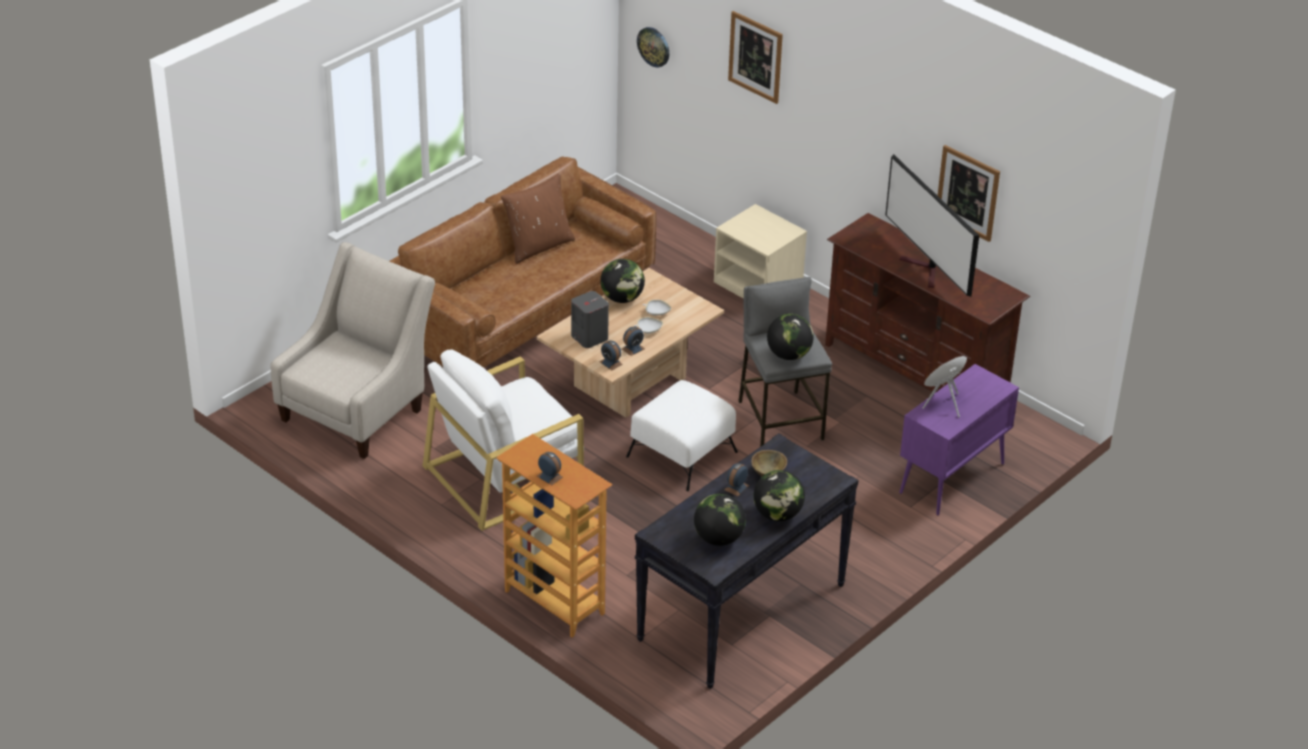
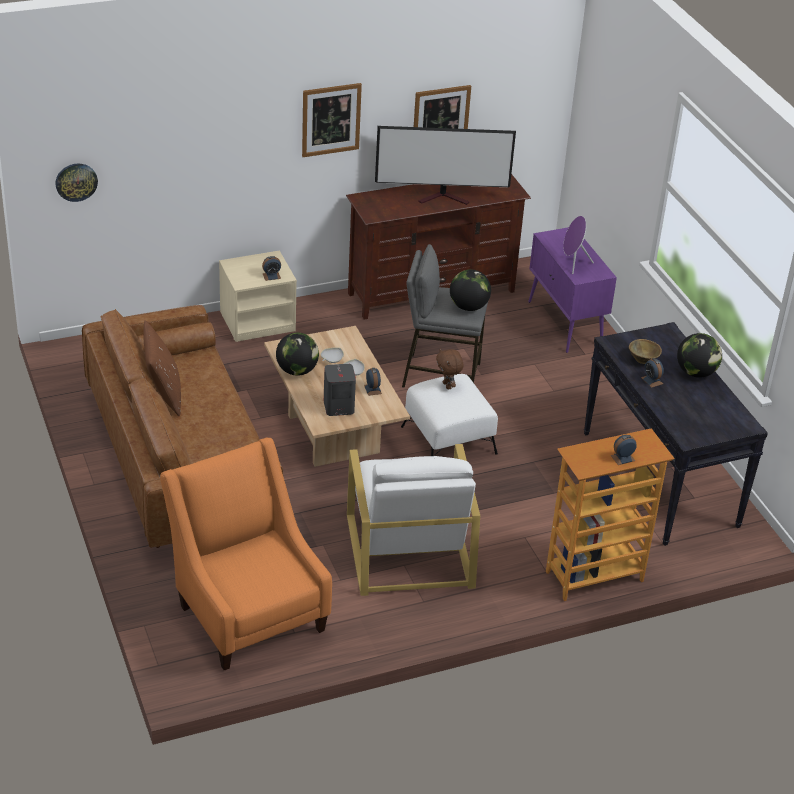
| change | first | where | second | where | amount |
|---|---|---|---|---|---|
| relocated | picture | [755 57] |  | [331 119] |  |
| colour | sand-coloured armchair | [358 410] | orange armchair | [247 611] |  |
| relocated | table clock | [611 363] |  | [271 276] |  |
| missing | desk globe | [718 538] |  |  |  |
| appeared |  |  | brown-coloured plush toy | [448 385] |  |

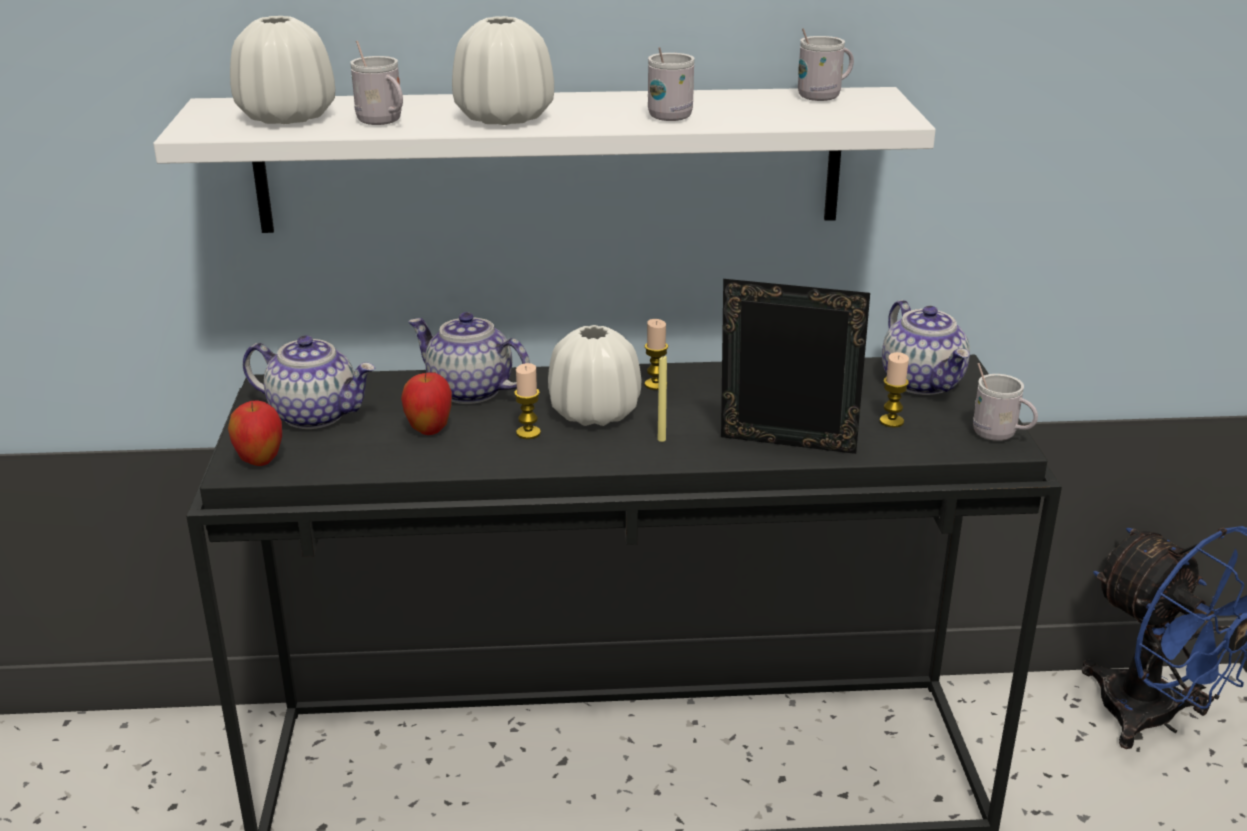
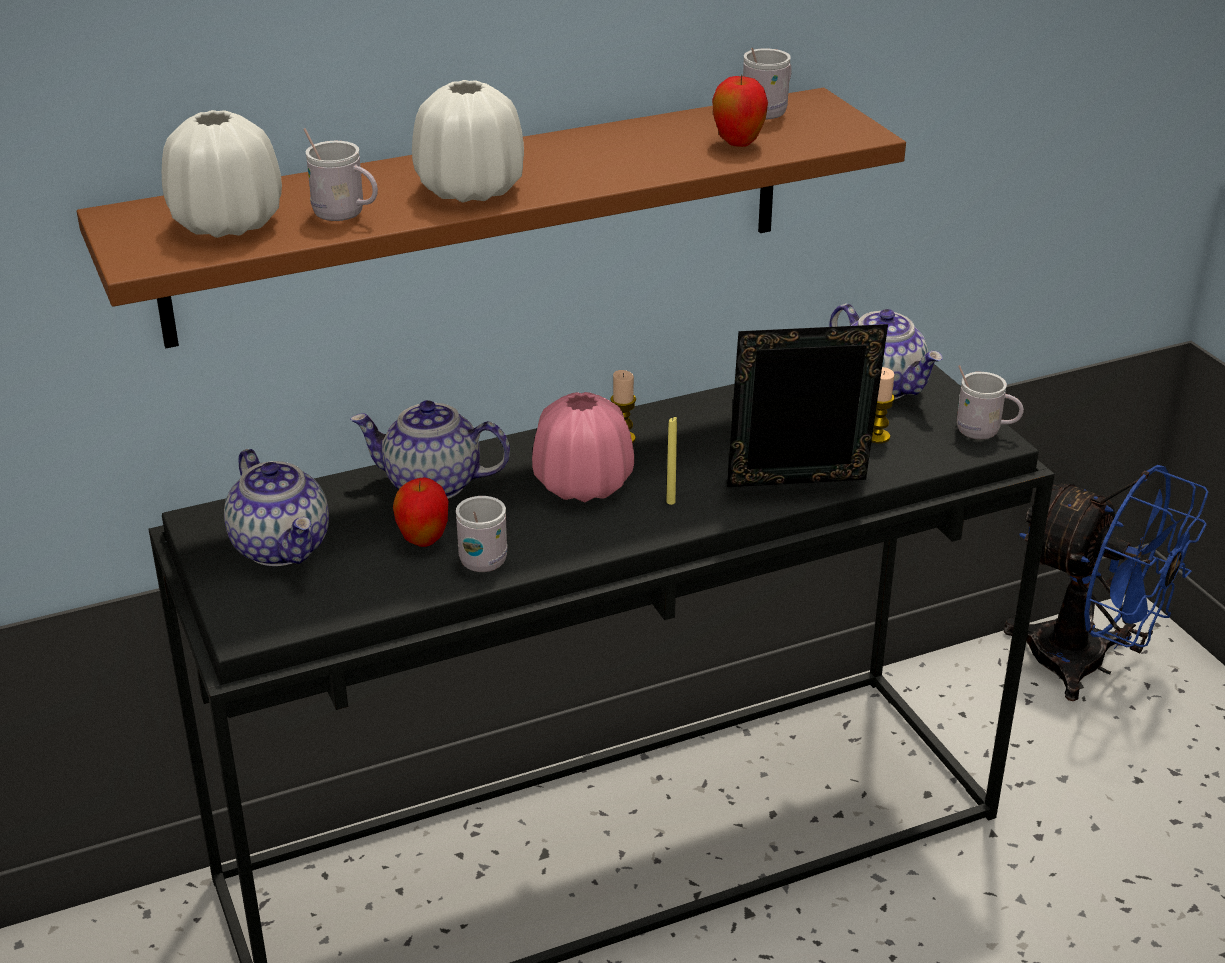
| change | first | where | second | where | amount |
|---|---|---|---|---|---|
| relocated | white mug | [673 115] |  | [485 557] |  |
| colour | white shelf | [550 160] | brown-coloured shelf | [482 215] |  |
| colour | white flower vase | [594 413] | pink-coloured flower vase | [582 485] |  |
| spun | pot for tea | [315 414] |  | [283 547] | 60 degrees clockwise |
| missing | candle | [528 433] |  |  |  |
| relocated | apple | [260 461] |  | [738 144] |  |

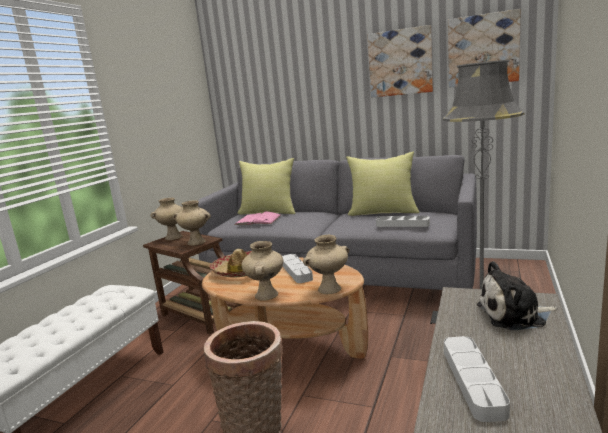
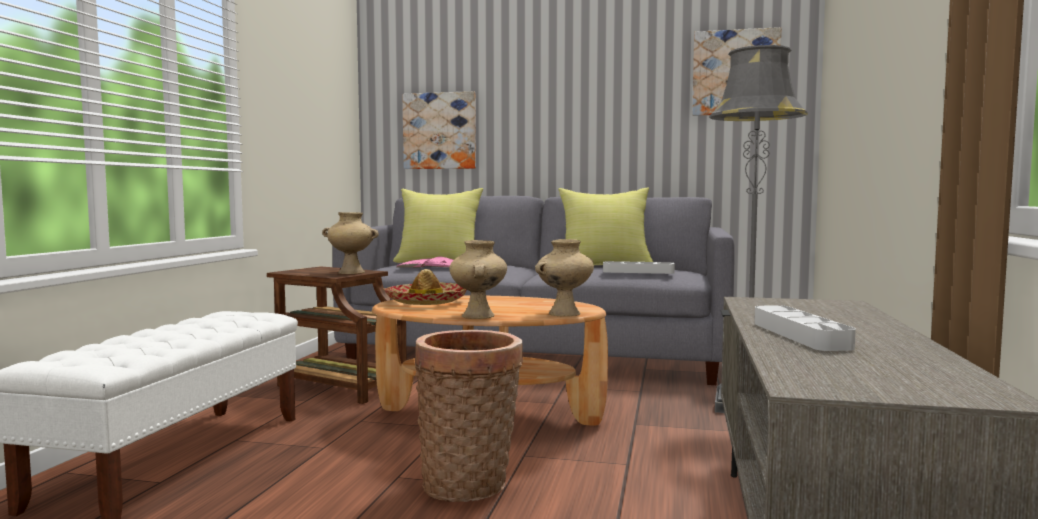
| change | first | where | second | where | amount |
|---|---|---|---|---|---|
| relocated | picture | [400 62] |  | [440 131] |  |
| missing | sand-coloured flower vase | [174 237] |  |  |  |
| missing | gray serving tray | [296 271] |  |  |  |
| missing | plush toy | [514 315] |  |  |  |

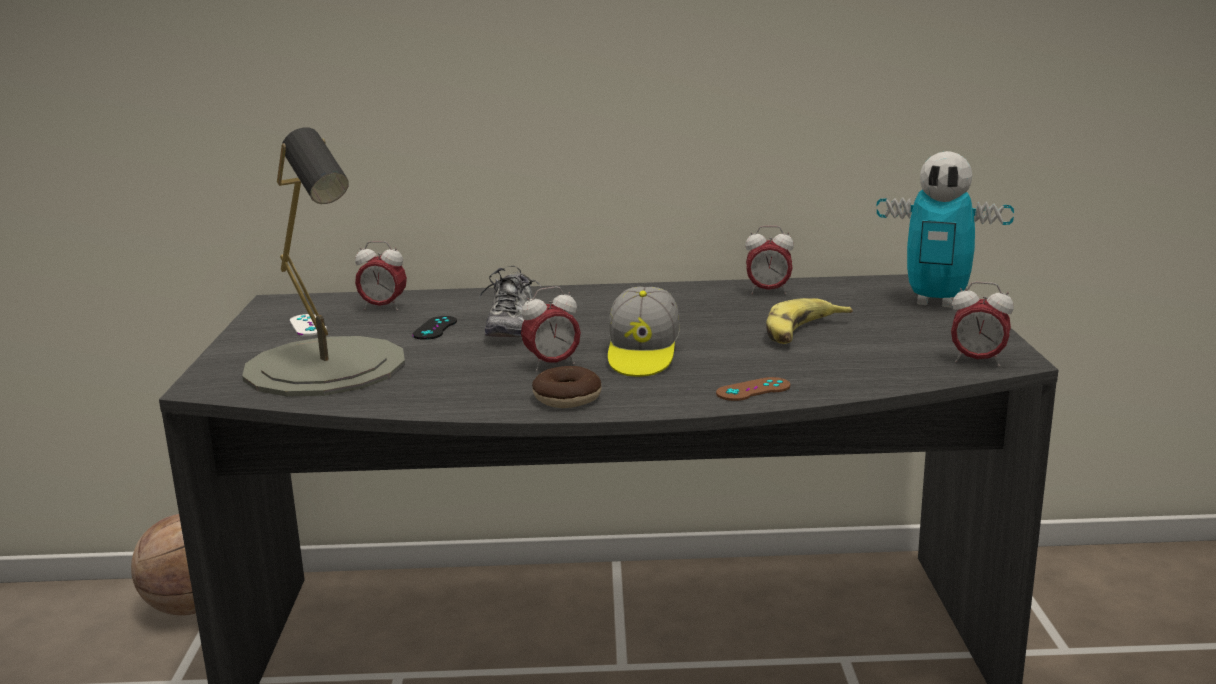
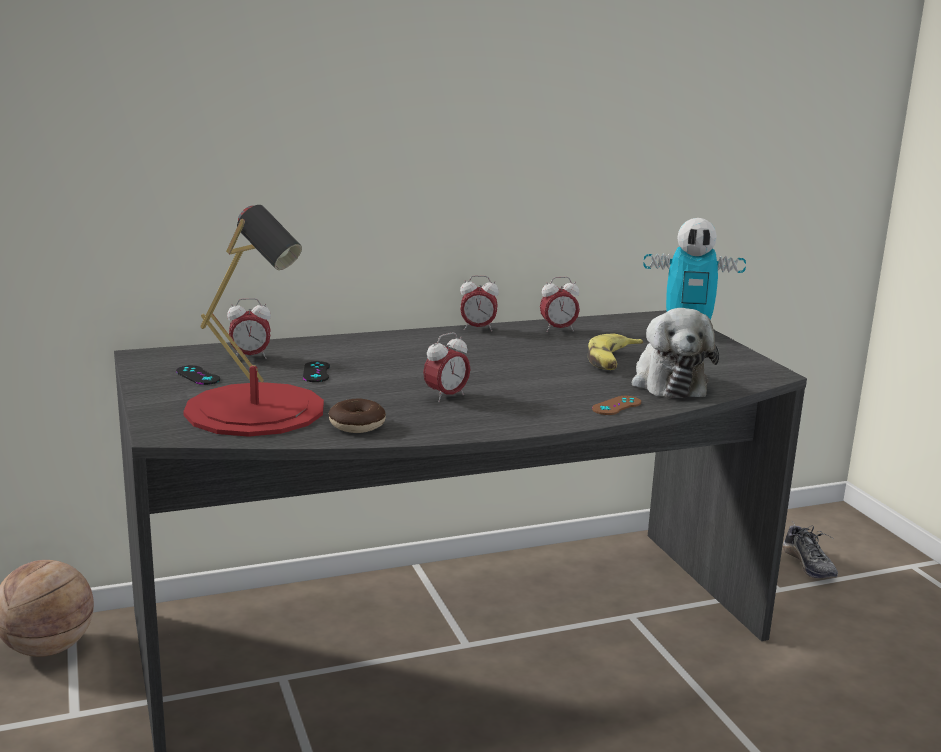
| change | first | where | second | where | amount |
|---|---|---|---|---|---|
| colour | gray tabletop lamp | [326 366] | red tabletop lamp | [255 409] |  |
| relocated | shoe | [513 326] |  | [809 565] |  |
| relocated | table clock | [977 361] |  | [478 329] |  |
| missing | cap | [643 355] |  |  |  |
| colour | white gamepad | [308 325] | black-coloured gamepad | [198 375] |  |
| relocated | donut | [567 398] |  | [357 425] |  |
| appeared |  |  | plush toy | [668 382] |  |

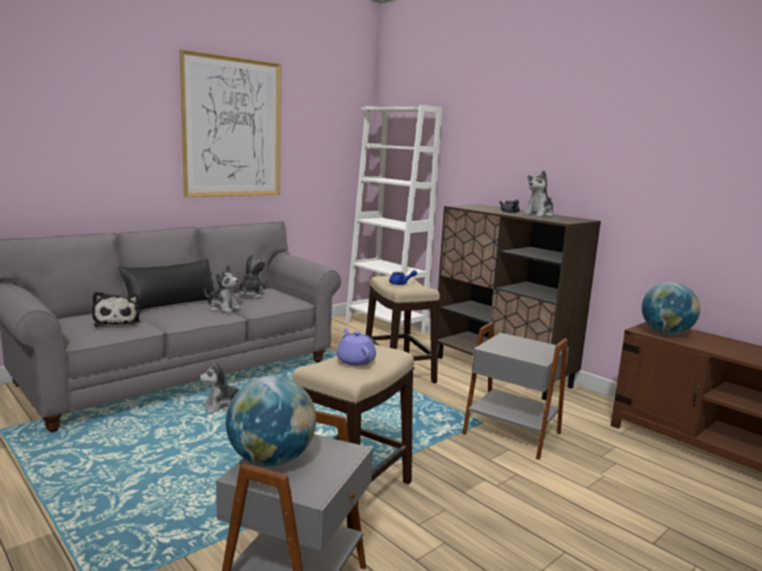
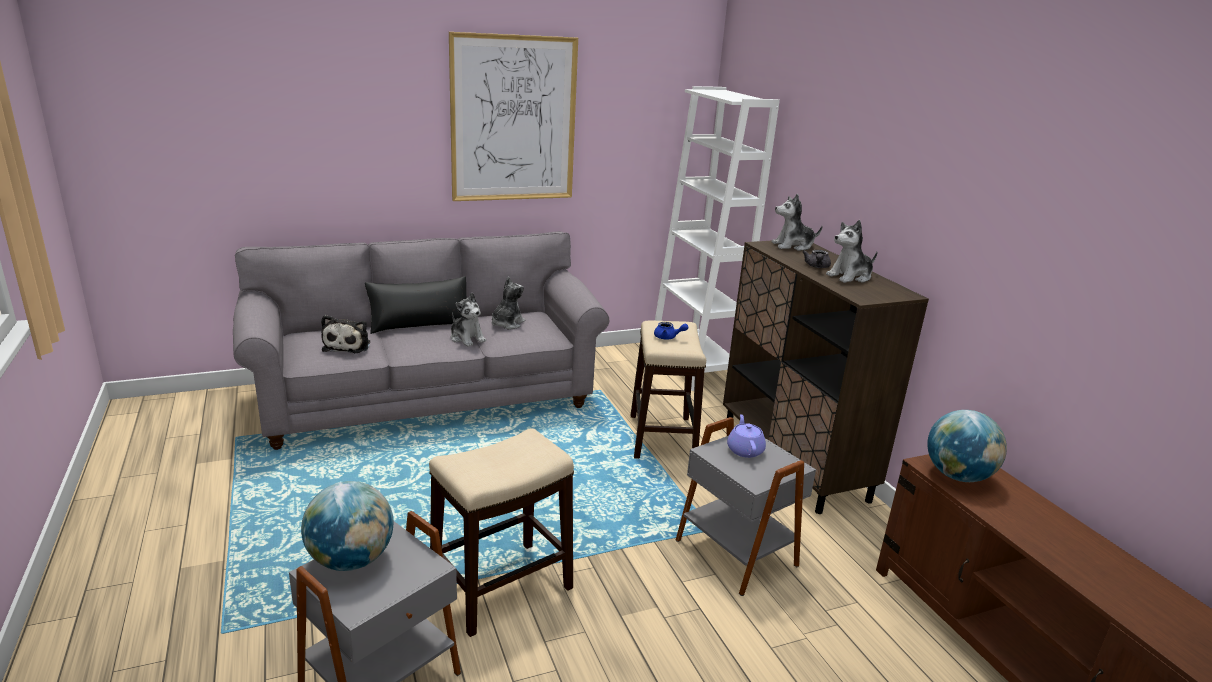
| change | first | where | second | where | amount |
|---|---|---|---|---|---|
| relocated | purplish pot for tea | [355 360] |  | [745 450] |  |
| relocated | plush toy | [222 406] |  | [793 246] |  |

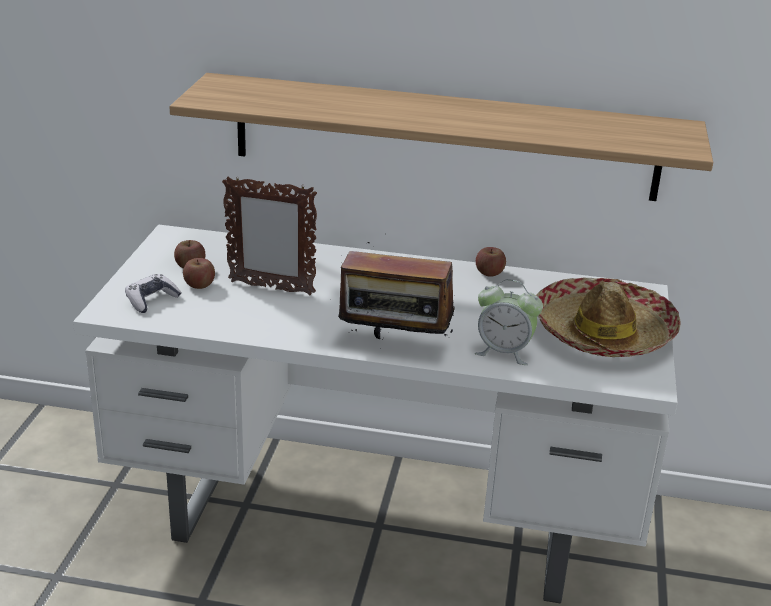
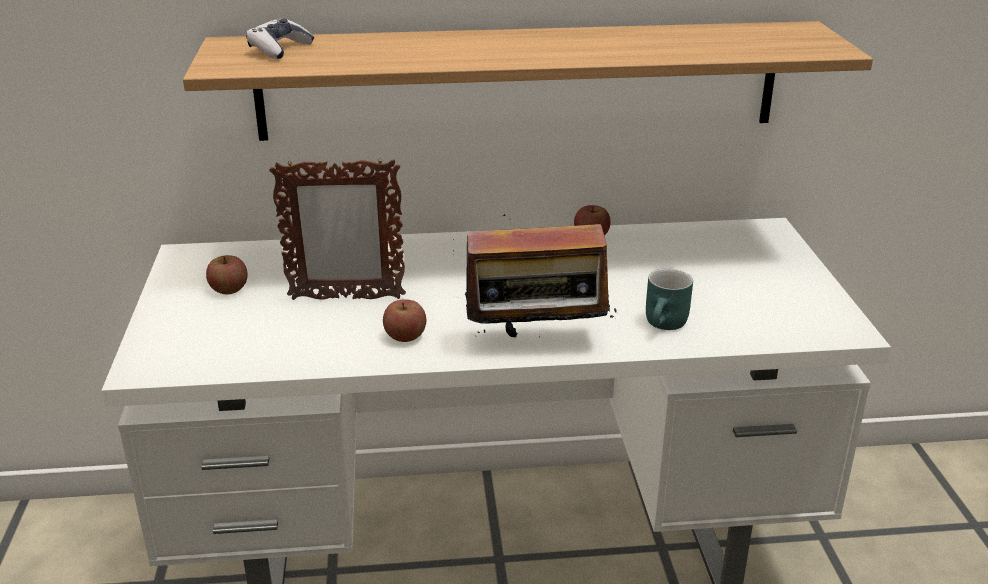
| change | first | where | second | where | amount |
|---|---|---|---|---|---|
| relocated | apple | [199 285] |  | [405 336] |  |
| relocated | gamepad | [151 300] |  | [280 49] |  |
| missing | hat | [602 333] |  |  |  |
| exchanged | table clock | [504 352] | turquoise mug | [667 325] |  |

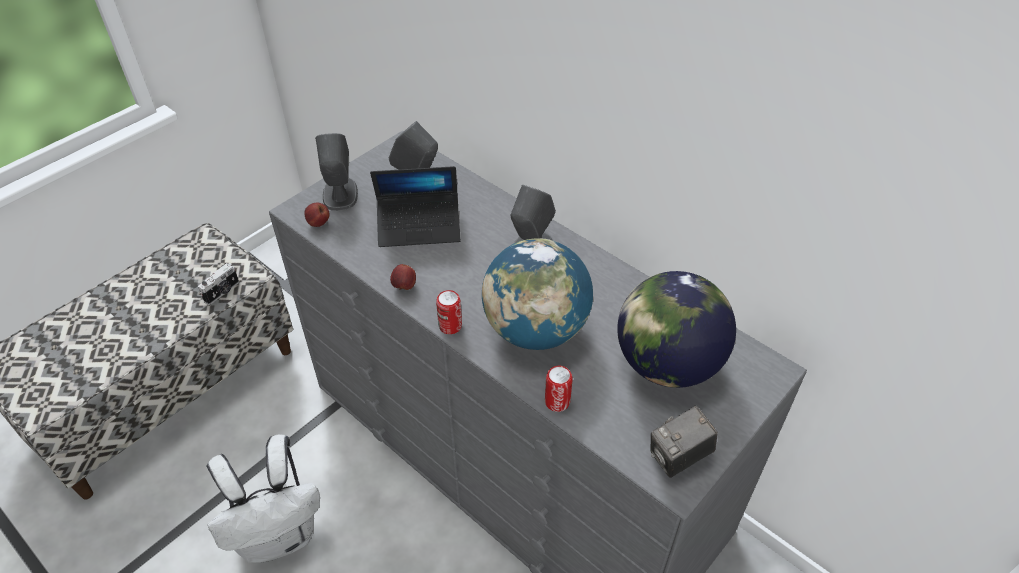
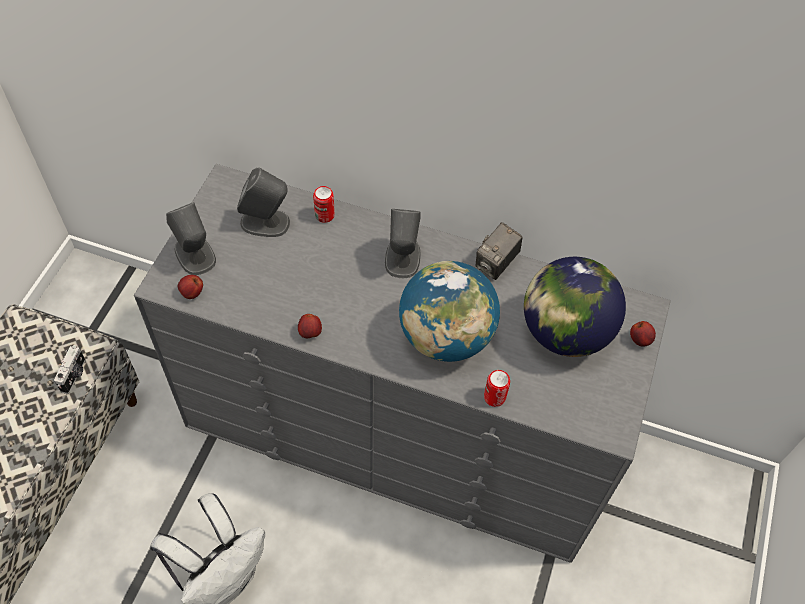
| change | first | where | second | where | amount |
|---|---|---|---|---|---|
| missing | laptop | [419 227] |  |  |  |
| relocated | can | [450 326] |  | [324 215] |  |
| relocated | still camera | [678 458] |  | [496 264] |  |
| appeared |  |  | apple | [640 340] |  |

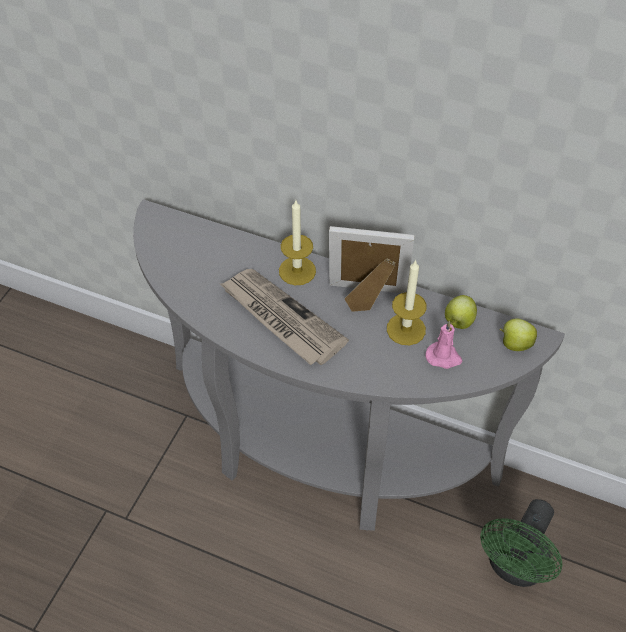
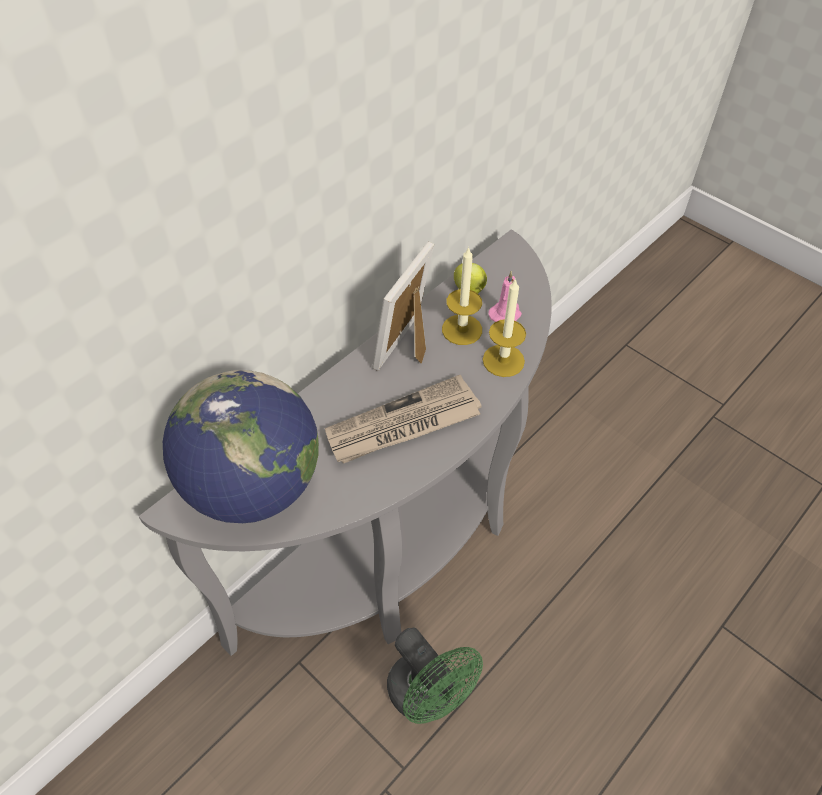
| change | first | where | second | where | amount |
|---|---|---|---|---|---|
| relocated | candle | [297 271] |  | [503 360] |  |
| missing | apple | [514 344] |  |  |  |
| relocated | greenish electric fan | [514 567] |  | [428 696] |  |
| appeared |  |  | desk globe | [253 486] |  |

